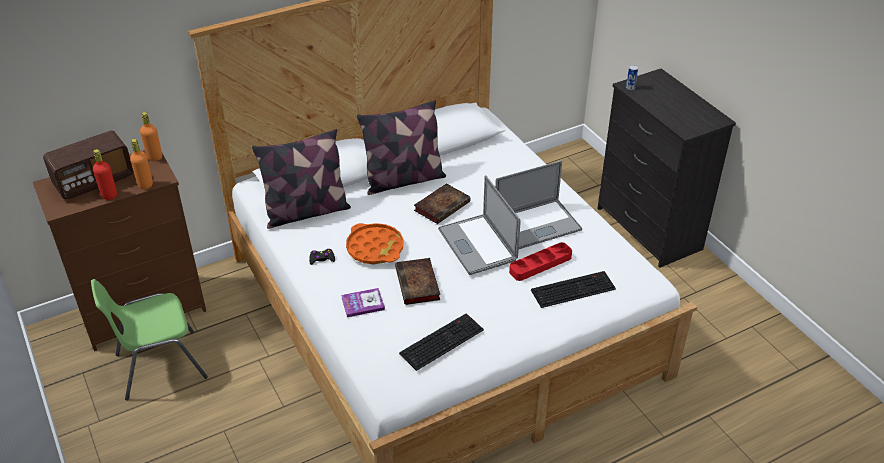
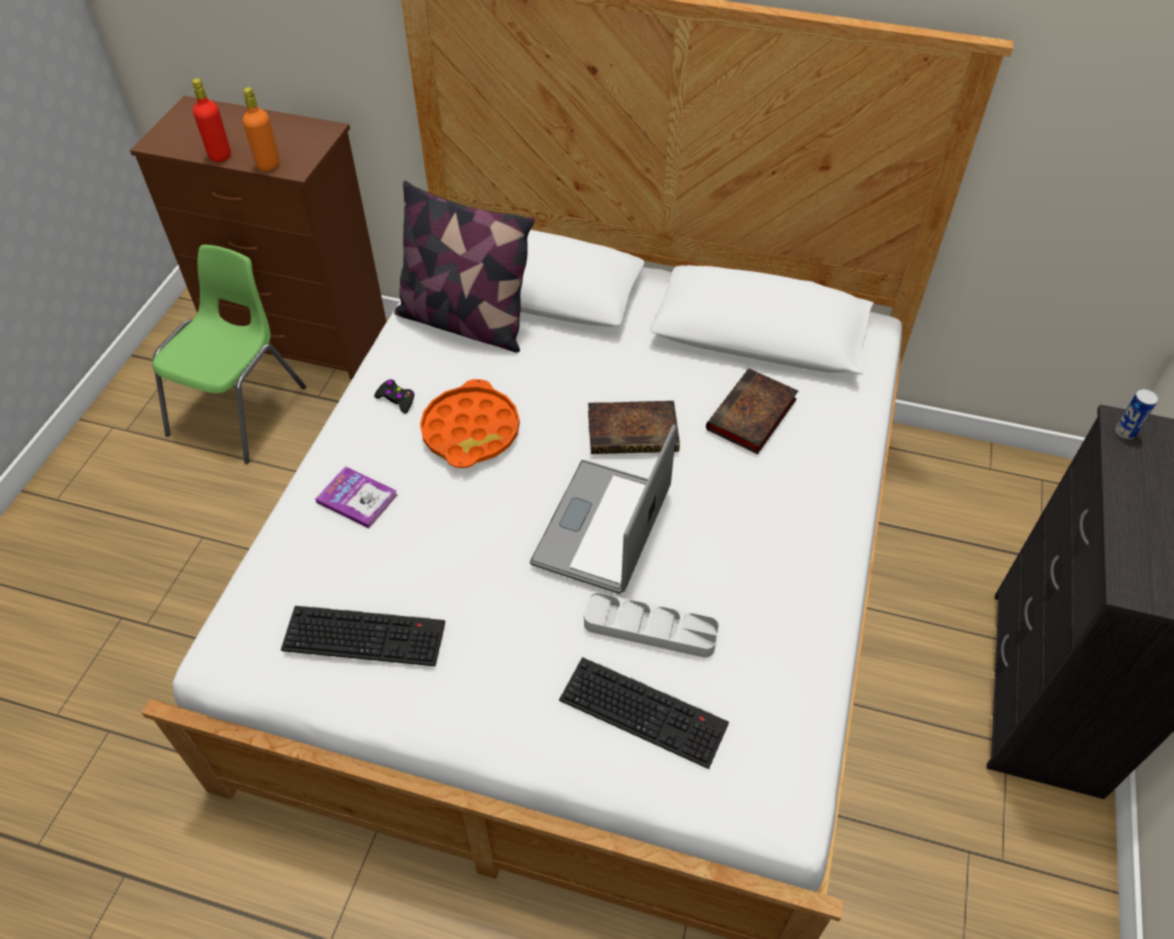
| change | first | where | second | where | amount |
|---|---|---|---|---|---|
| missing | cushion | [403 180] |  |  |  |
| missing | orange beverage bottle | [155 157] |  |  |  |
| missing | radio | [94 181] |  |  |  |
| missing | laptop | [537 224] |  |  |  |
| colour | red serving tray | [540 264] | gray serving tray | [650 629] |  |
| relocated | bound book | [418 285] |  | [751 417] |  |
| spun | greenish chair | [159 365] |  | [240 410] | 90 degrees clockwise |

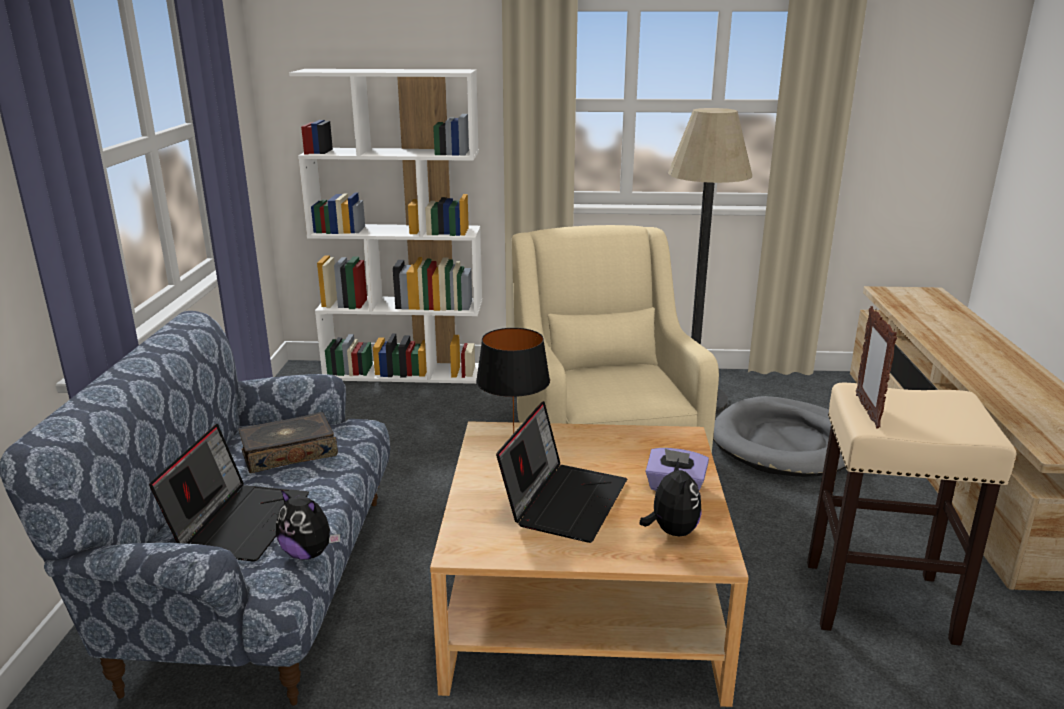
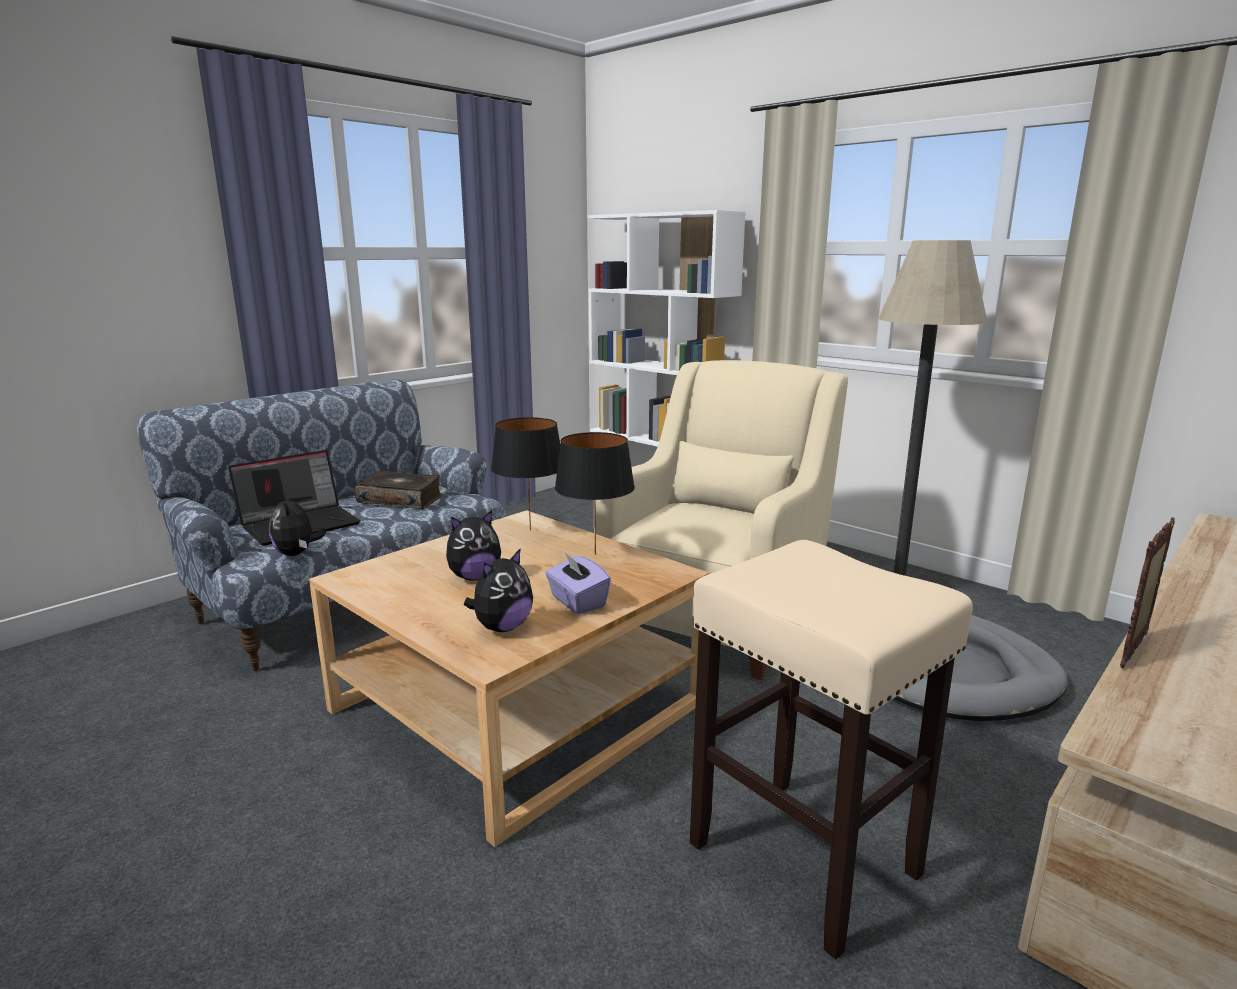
| change | first | where | second | where | amount |
|---|---|---|---|---|---|
| relocated | photo frame | [867 411] |  | [1135 650] |  |
| exchanged | laptop | [564 500] | plush toy | [474 577] |  |
| appeared |  |  | black-coloured tabletop lamp | [596 554] |  |

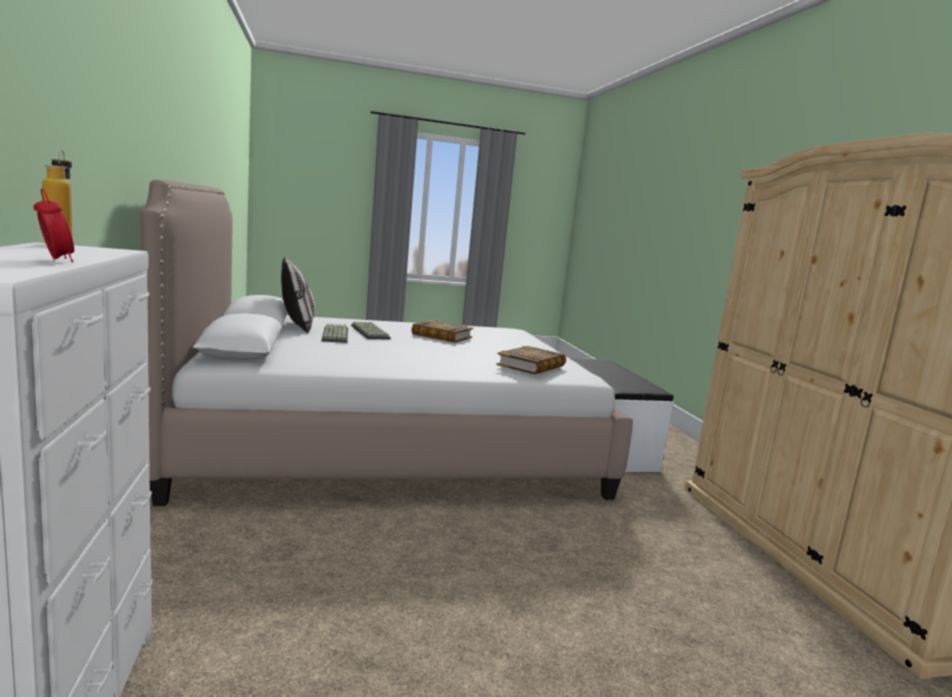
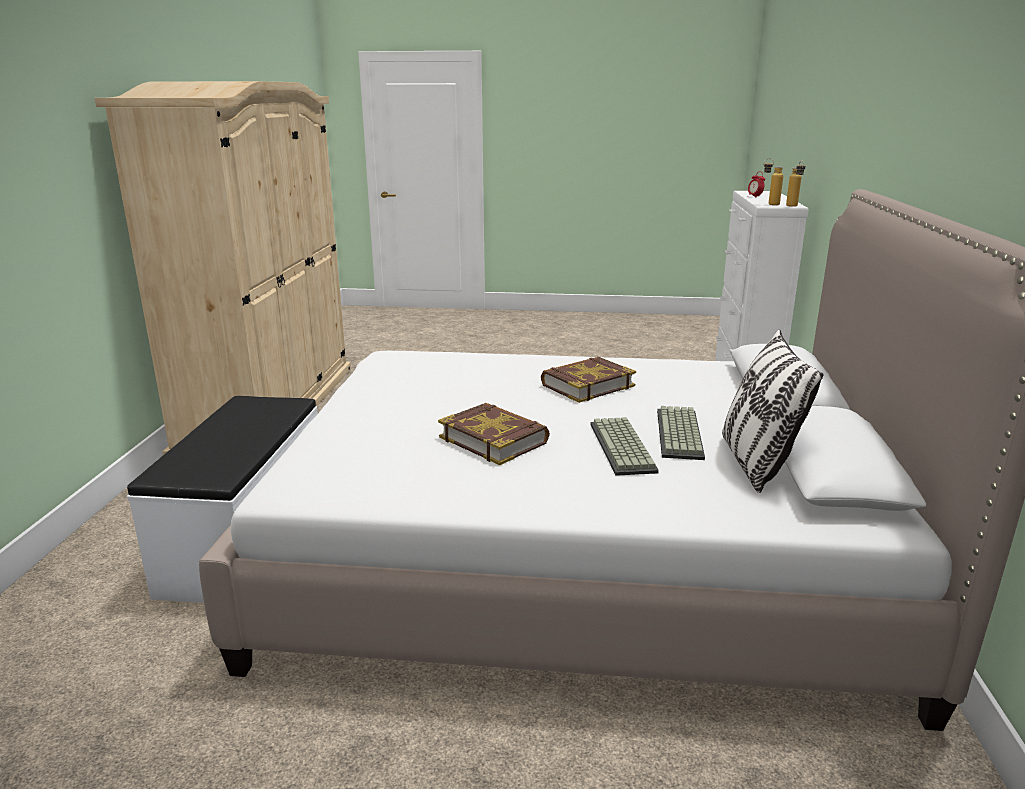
| change | first | where | second | where | amount |
|---|---|---|---|---|---|
| relocated | bound book | [531 366] |  | [587 385] |  |
| appeared |  |  | beverage bottle | [769 204] |  |

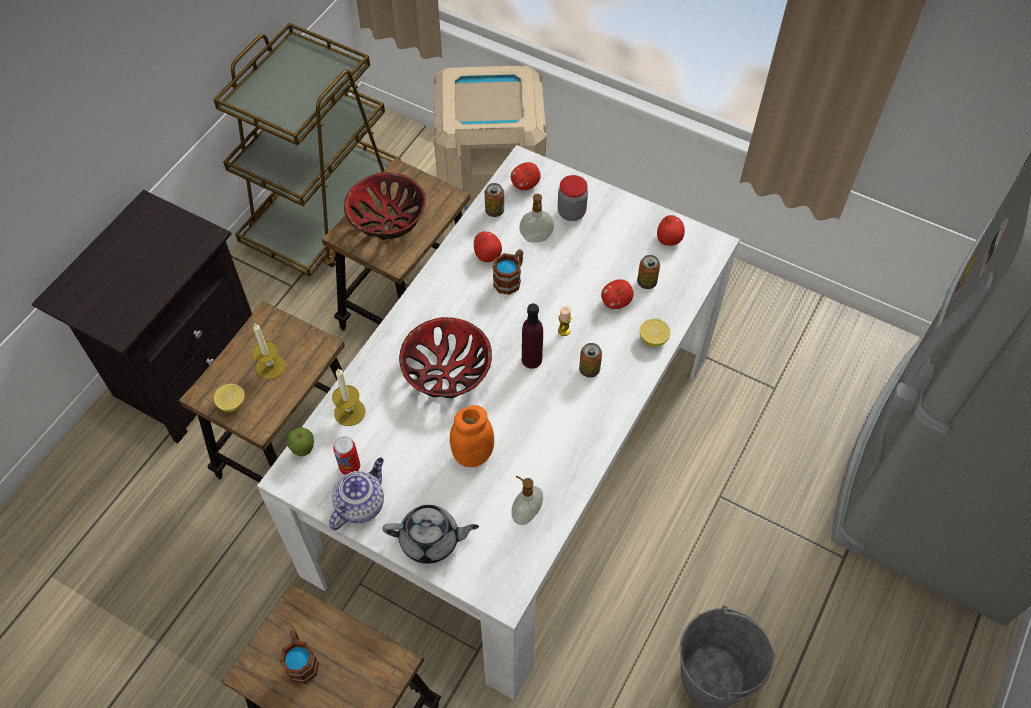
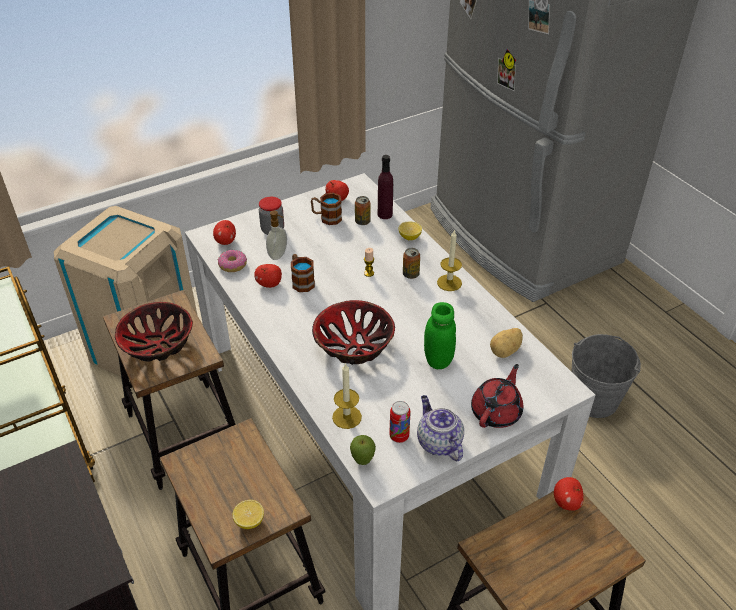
| change | first | where | second | where | amount |
|---|---|---|---|---|---|
| exchanged | can | [494 211] | donut | [233 265] |  |
| relocated | apple | [616 302] |  | [566 502] |  |
| relocated | purplish beverage bottle | [531 359] |  | [385 214] |  |
| relocated | candle | [270 366] |  | [449 283] |  |
| colour | orange jar | [473 455] | greenish jar | [438 360] |  |
| exchanged | liquid soap bottle | [526 513] | potato | [505 351] |  |
| colour | gray pot for tea | [431 540] | red pot for tea | [496 412] |  |
| relocated | mug | [301 660] |  | [326 218] |  |

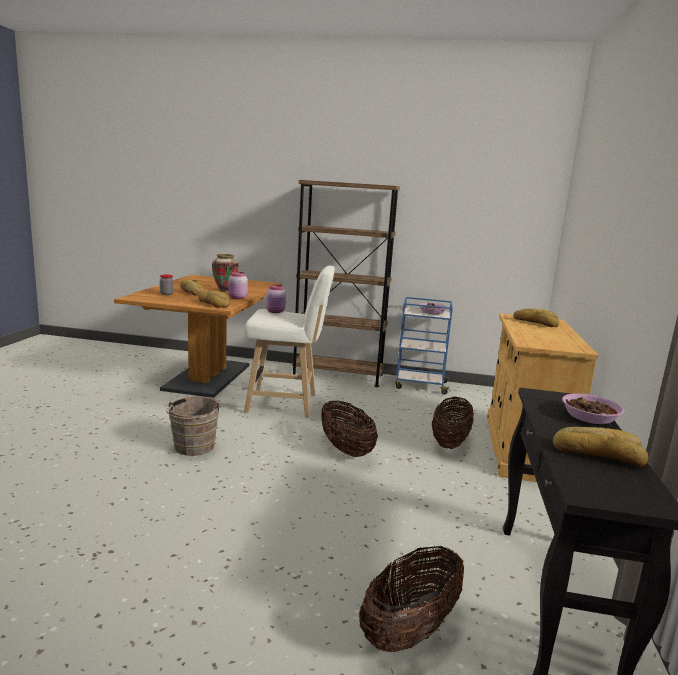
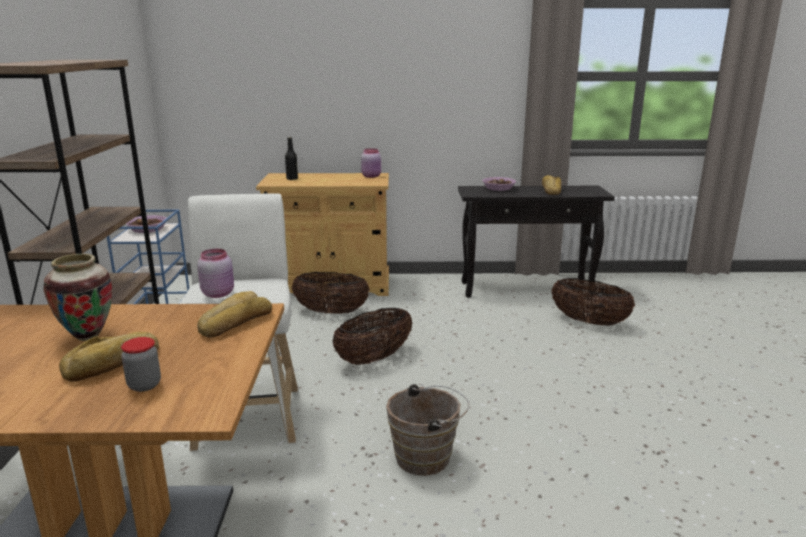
| change | first | where | second | where | amount |
|---|---|---|---|---|---|
| relocated | pink-coloured jar | [237 298] |  | [372 176] |  |
| exchanged | bakery bread | [535 322] | black-coloured beverage bottle | [292 179] |  |

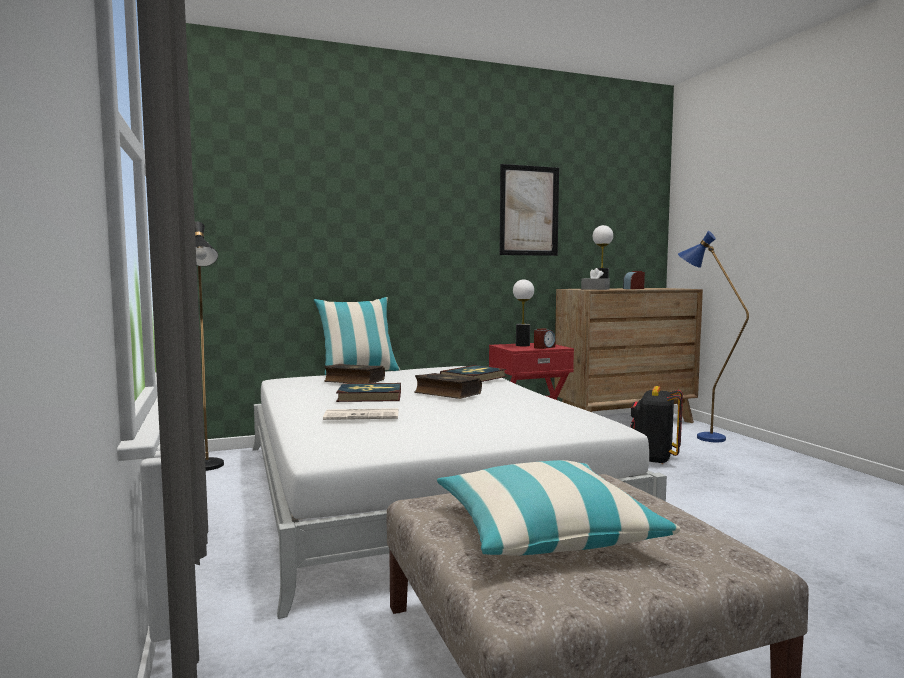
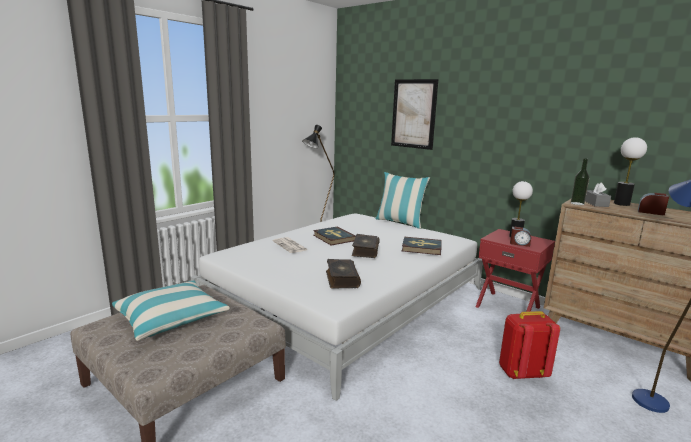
| change | first | where | second | where | amount |
|---|---|---|---|---|---|
| relocated | picture | [529 211] |  | [413 114] |  |
| relocated | bound book | [354 381] |  | [341 279] |  |
| colour | black-coloured rucksack | [653 459] | red rucksack | [521 373] |  |
| appeared |  |  | beverage bottle | [577 203] |  |

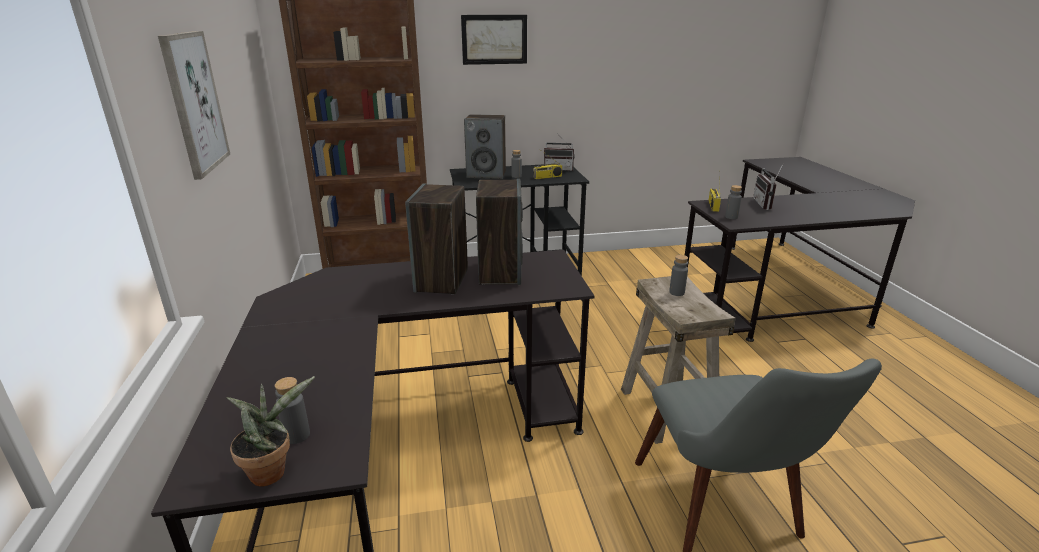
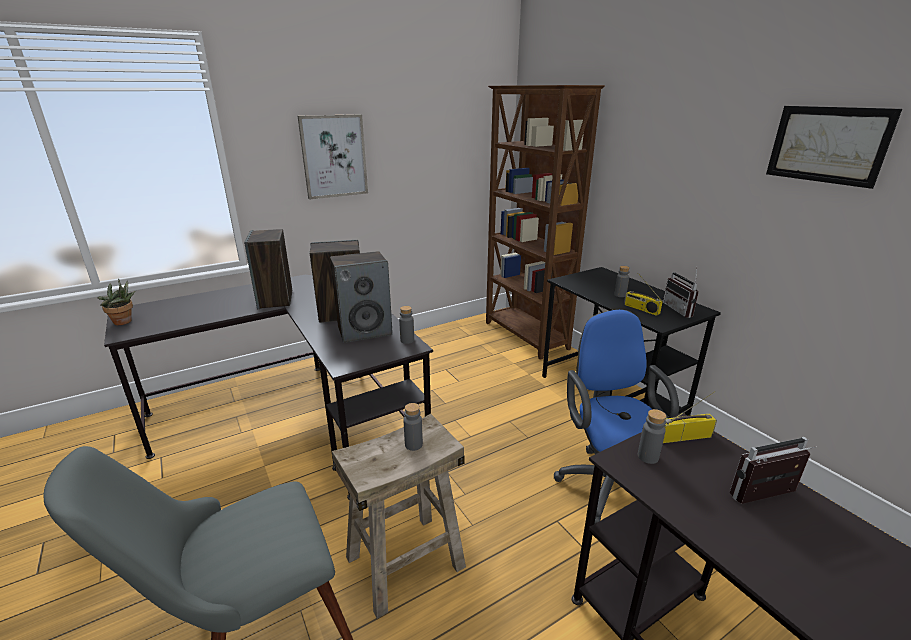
| change | first | where | second | where | amount |
|---|---|---|---|---|---|
| relocated | picture | [494 39] |  | [827 145] |  |
| relocated | loudspeaker | [487 174] |  | [276 300] |  |
| relocated | gray beverage bottle | [297 435] |  | [407 340] |  |
| appeared |  |  | blue-coloured office chair | [606 482] |  |

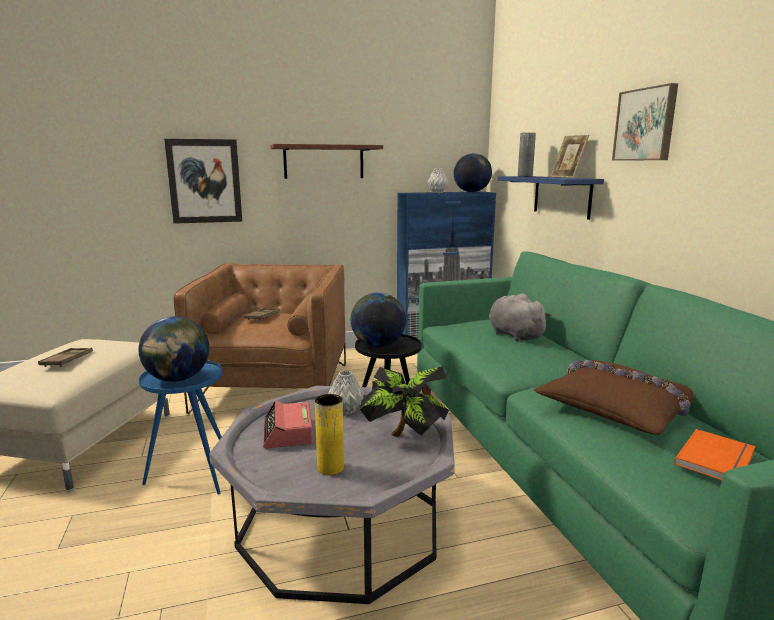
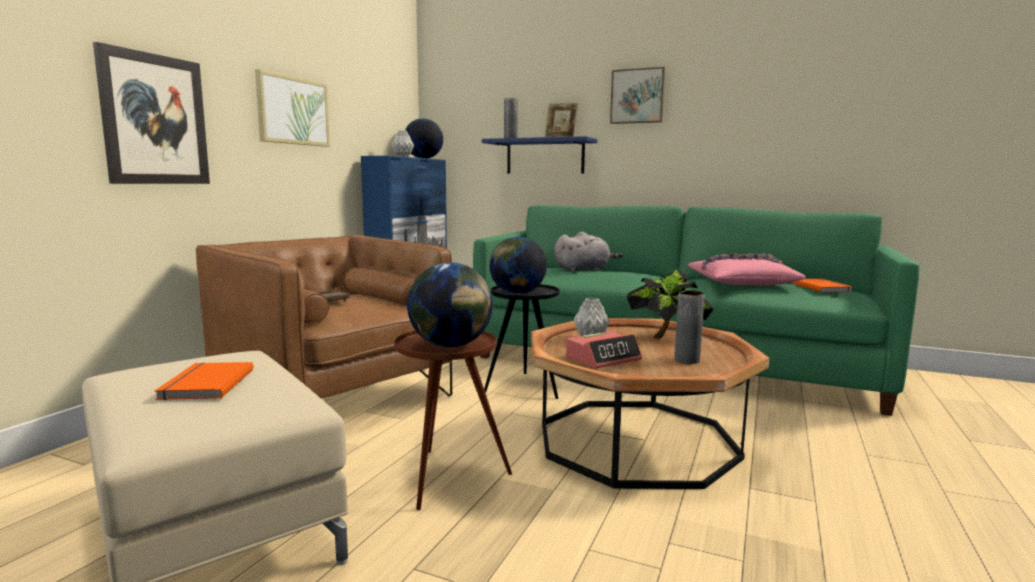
| change | first | where | second | where | amount |
|---|---|---|---|---|---|
| exchanged | brown-coloured shelf | [324 162] | picture | [293 111] |  |
| spun | gray plush toy | [514 335] |  | [584 270] | 150 degrees clockwise |
| exchanged | brown-coloured serving tray | [67 360] | orange bound book | [204 384] |  |
| colour | blue-coloured side table | [193 475] | brown-coloured side table | [447 478] |  |
| colour | brown-coloured cushion | [618 407] | pink-coloured cushion | [741 282] |  |
| colour | gray low table | [340 525] | brown-coloured low table | [636 440] |  |
| colour | yellow-coloured flower vase | [330 468] | gray flower vase | [687 360] |  |
| spun | table clock | [288 433] |  | [603 358] | 60 degrees counterclockwise |

